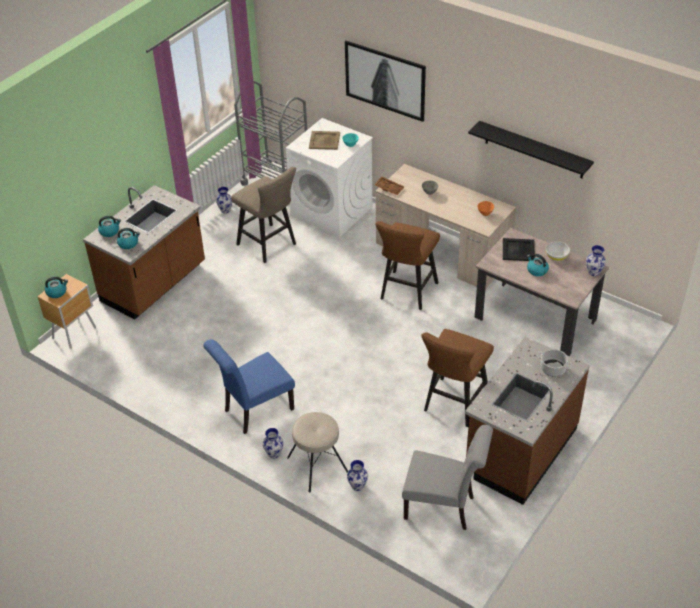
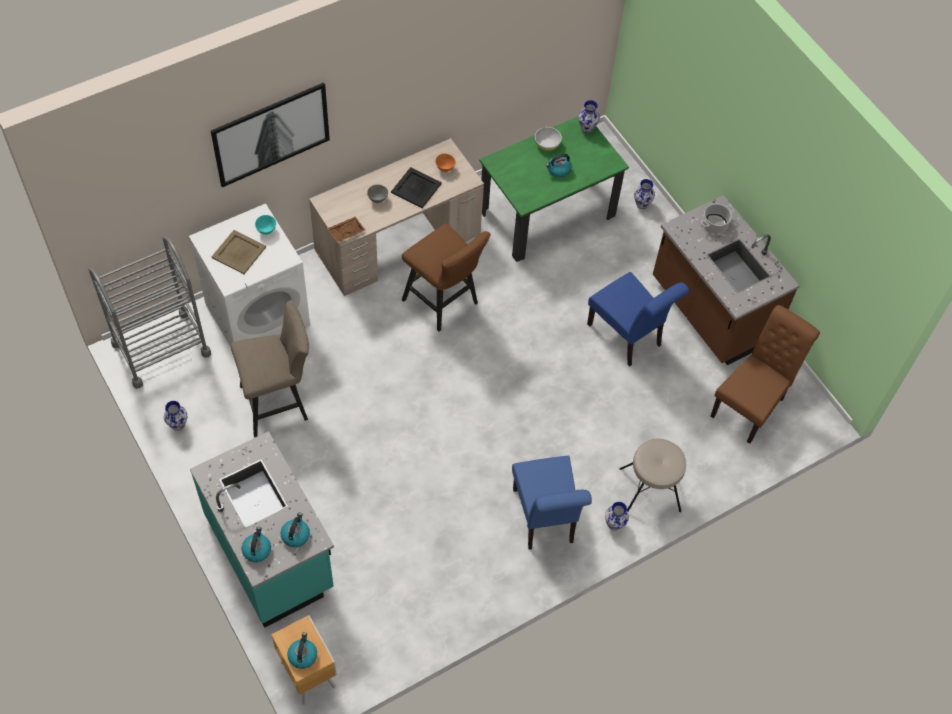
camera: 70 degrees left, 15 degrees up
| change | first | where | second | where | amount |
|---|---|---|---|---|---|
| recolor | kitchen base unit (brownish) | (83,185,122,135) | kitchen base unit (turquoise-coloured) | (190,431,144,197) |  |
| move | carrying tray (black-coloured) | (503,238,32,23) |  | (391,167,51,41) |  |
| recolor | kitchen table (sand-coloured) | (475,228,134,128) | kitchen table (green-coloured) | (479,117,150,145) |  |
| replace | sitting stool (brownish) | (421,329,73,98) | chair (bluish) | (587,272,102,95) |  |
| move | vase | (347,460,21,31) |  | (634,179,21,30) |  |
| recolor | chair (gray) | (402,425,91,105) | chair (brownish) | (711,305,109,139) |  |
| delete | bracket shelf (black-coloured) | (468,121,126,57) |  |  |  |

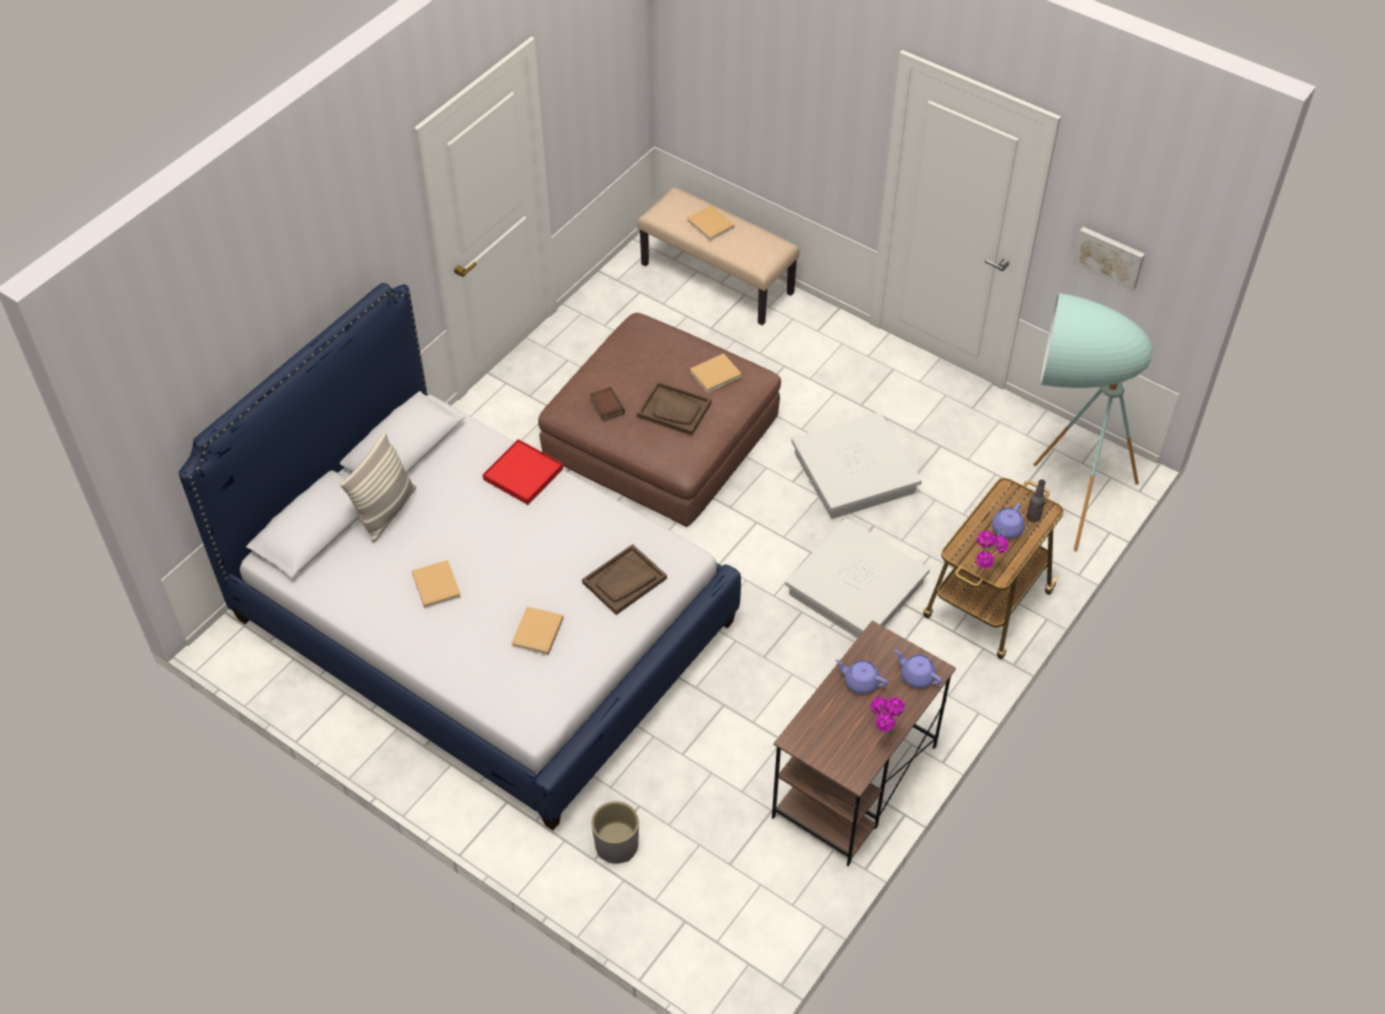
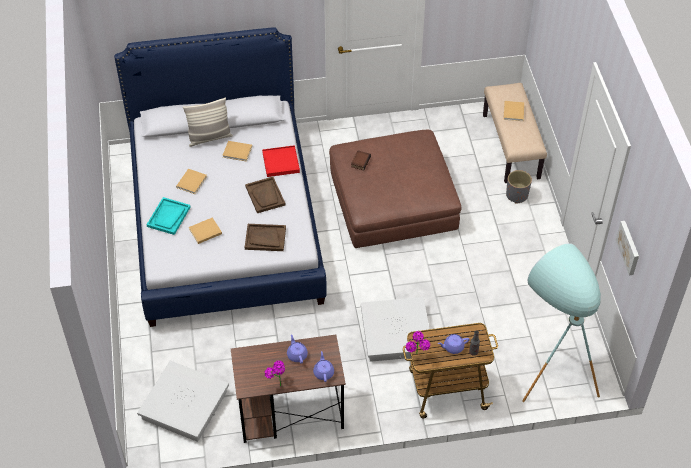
camera: 45 degrees right, 0 degrees up
| change | first | where | second | where | amount |
|---|---|---|---|---|---|
| move | storage container (white-coloured) | (791,412,131,107) |  | (137,361,92,81) |  |
| insert |  |  | carrying tray (turquoise-coloured) | (147,197,44,38) |  |
| move | volume (sand-coloured) | (690,353,52,40) |  | (222,141,30,21) |  |
| move | carrying tray (brownish) | (637,381,75,54) |  | (245,177,40,36) |  |
| move | planter (gray) | (592,801,47,63) |  | (506,170,26,33) |  |

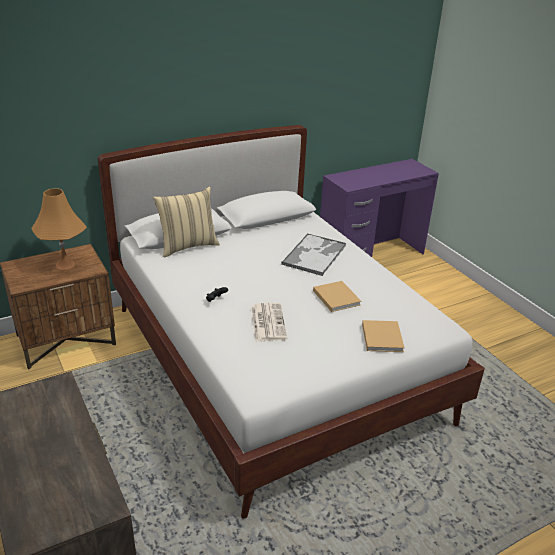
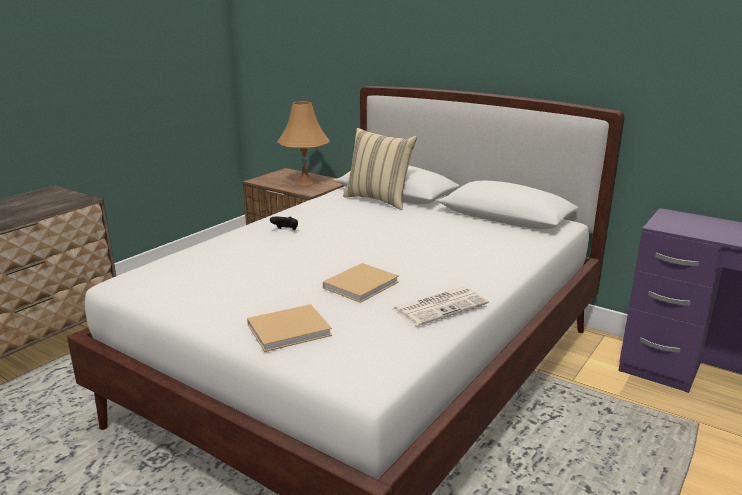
camera: 65 degrees right, 10 degrees down
| change | first | where | second | where | amount |
|---|---|---|---|---|---|
| move | daily paper | (251,303,36,38) |  | (393,287,96,39) |  |
| delete | carrying tray | (281,233,65,43) |  |  |  |

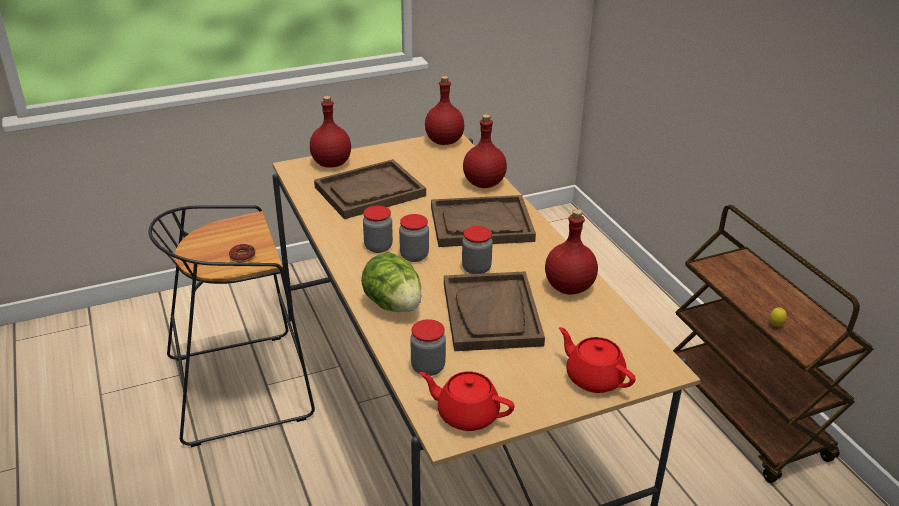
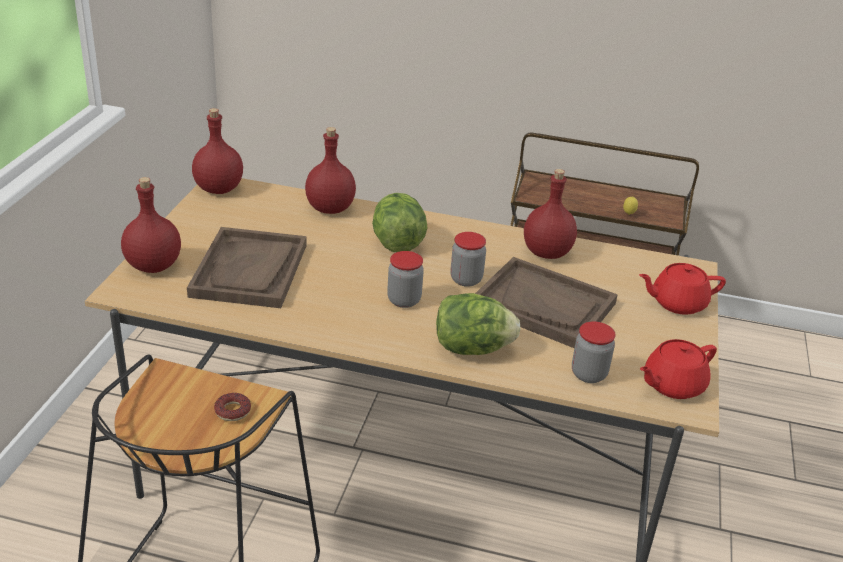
camera: 55 degrees left, 0 degrees up
| change | first | where | second | where | amount |
|---|---|---|---|---|---|
| replace | carrying tray (brownish) | (431,195,105,52) | lettuce | (372,193,56,59) |  |
| delete | jar | (363,206,30,47) |  |  |  |

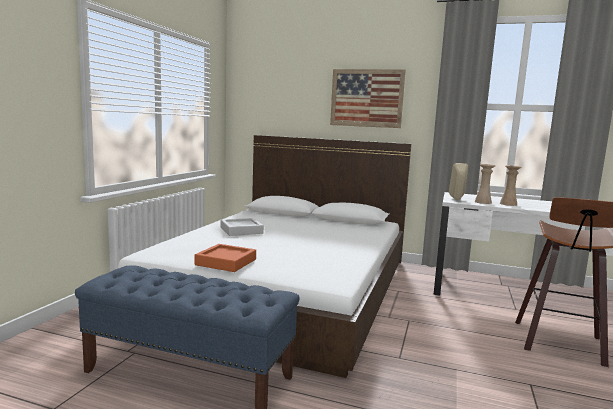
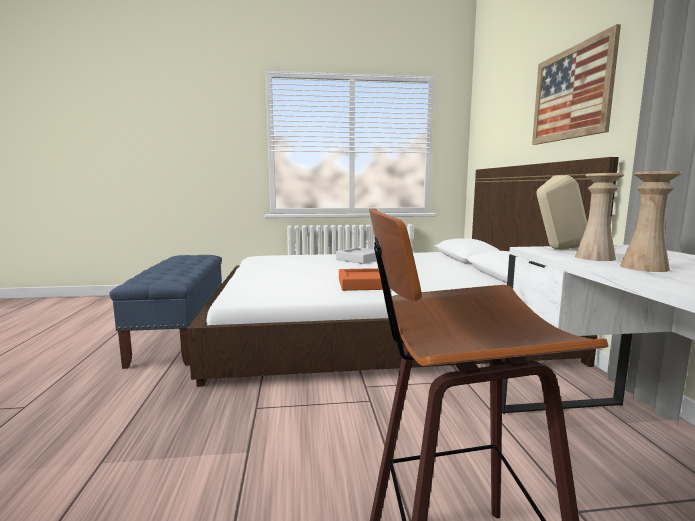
camera: 65 degrees right, 0 degrees up
| change | first | where | second | where | amount |
|---|---|---|---|---|---|
| move | carrying tray (orange) | (194,244,62,28) |  | (339,268,52,23) |  |

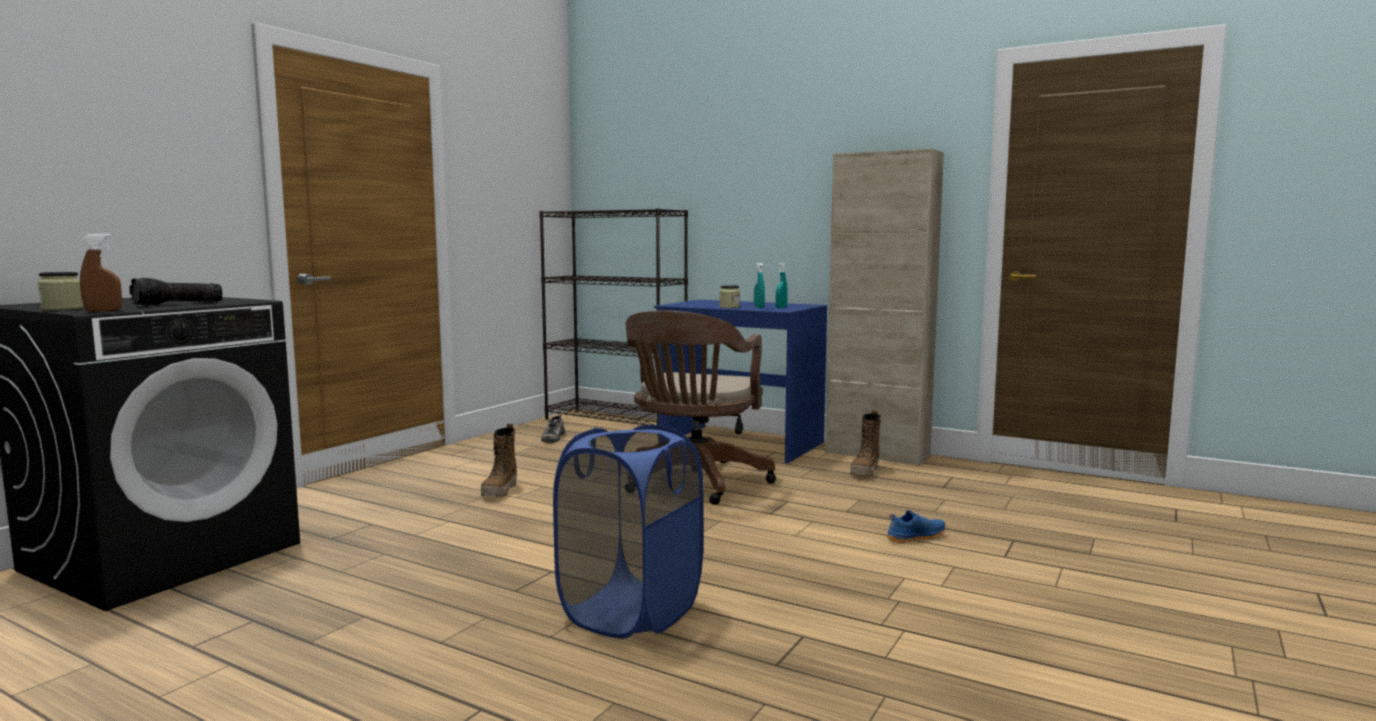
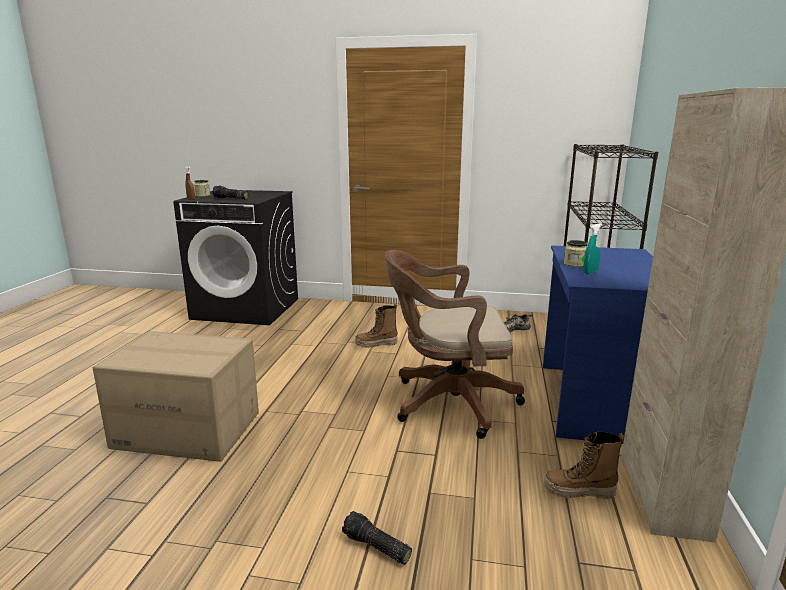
camera: 70 degrees right, 10 degrees up
| change | first | where | second | where | amount |
|---|---|---|---|---|---|
| replace | washing basket (bluish) | (553,425,150,214) | packing box | (93,331,166,131) |  |
| replace | shoe (bluish) | (887,510,58,33) | flashlight | (342,511,70,54) |  |
| delete | sprayer (turquoise-coloured) | (776,263,12,45) |  |  |  |

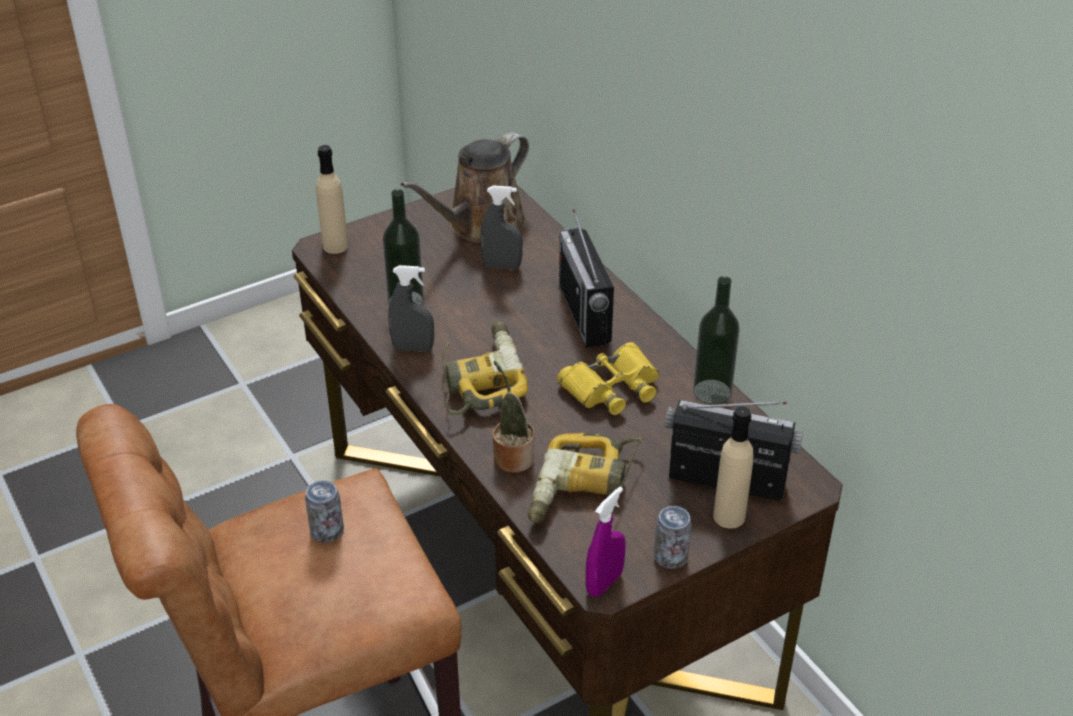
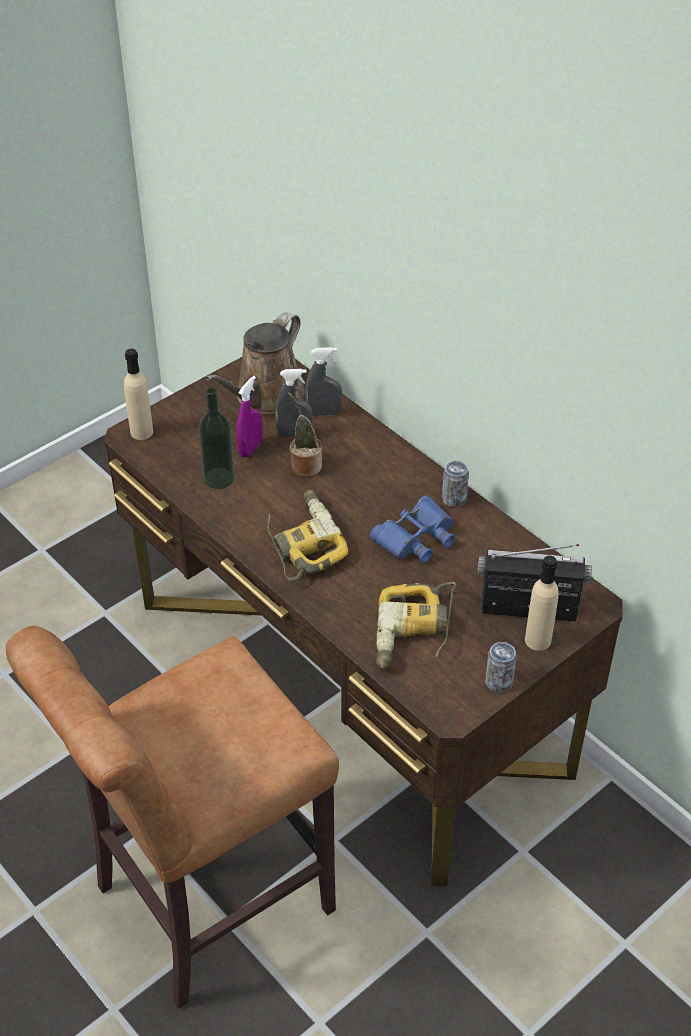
camera: 10 degrees left, 5 degrees up
| change | first | where | second | where | amount |
|---|---|---|---|---|---|
| move | sprayer (purple) | (586,486,39,111) |  | (236,376,27,81) |  |
| move | potted plant | (492,361,42,112) |  | (288,392,34,85) |  |
| move | sprayer (gray) | (388,265,46,87) |  | (305,347,37,69) |  |
| recolor | binoculars (yellow) | (557,342,102,73) | binoculars (bluish) | (370,496,85,67) |  |
| move | can | (305,480,39,63) |  | (442,461,27,46) |  |
| delete | radio set | (559,209,55,139) |  |  |  |
| delete | bottle | (693,276,47,128) |  |  |  |

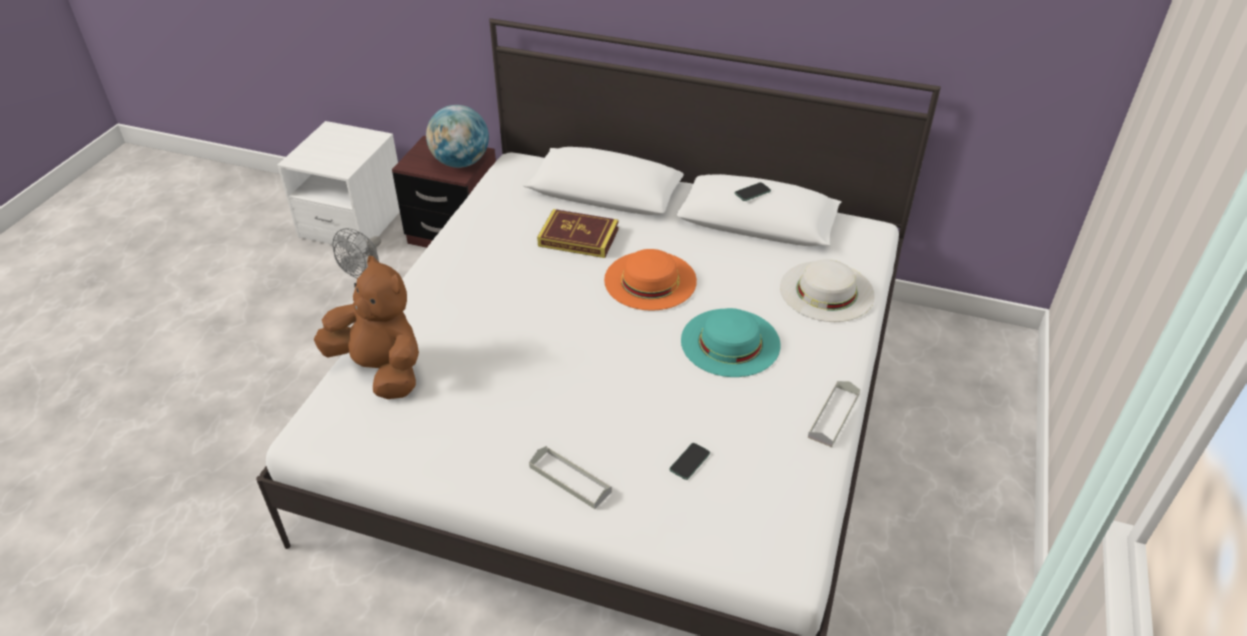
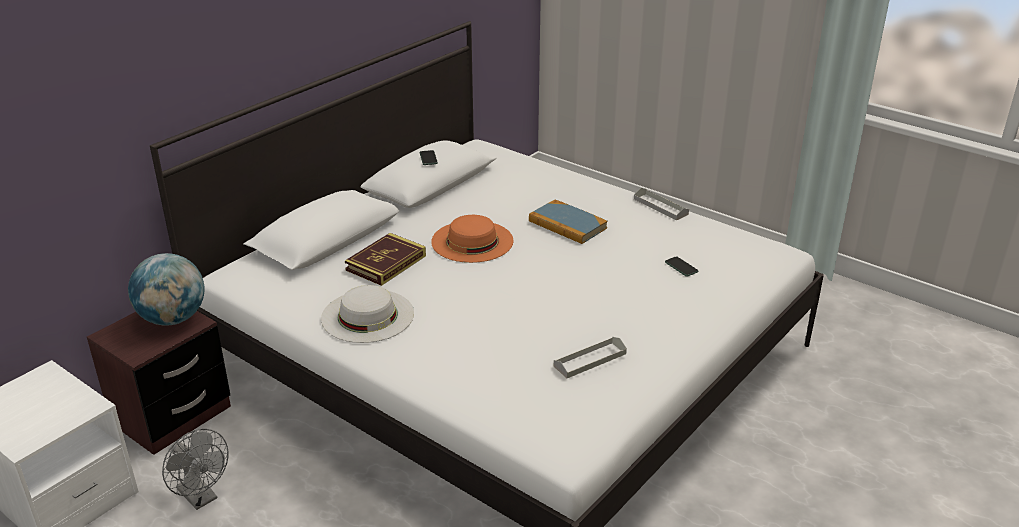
camera: 70 degrees left, 10 degrees down
| change | first | where | second | where | amount |
|---|---|---|---|---|---|
| move | wearable hat (white-coloured) | (780,259,95,63) |  | (321,285,93,58) |  |
| replace | wearable hat (turquoise-coloured) | (681,308,100,69) | volume | (529,199,79,45) |  |
| move | carrying tray (gray) | (529,446,83,63) |  | (554,337,73,41) |  |
| delete | soft toy (brownish) | (314,256,105,143) |  |  |  |

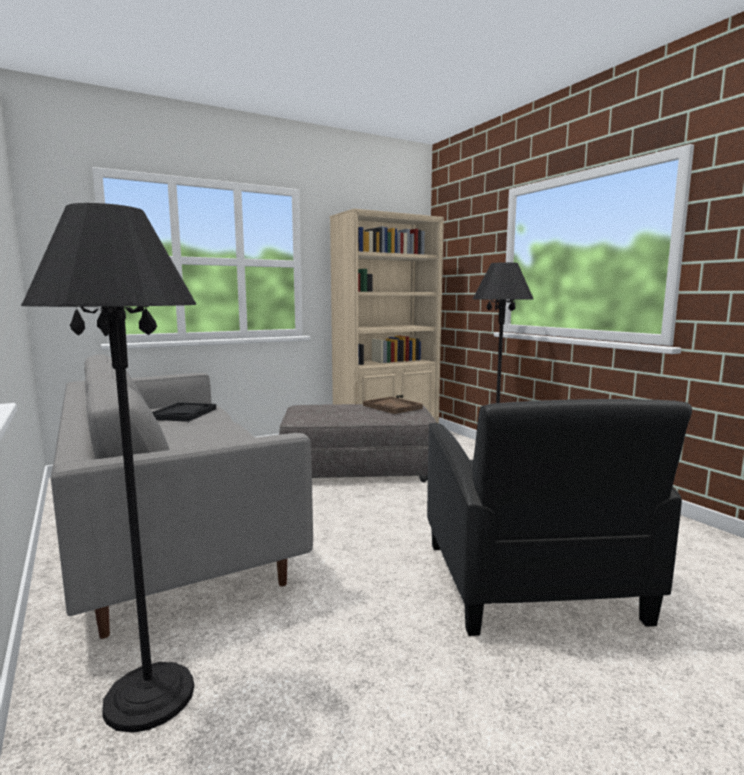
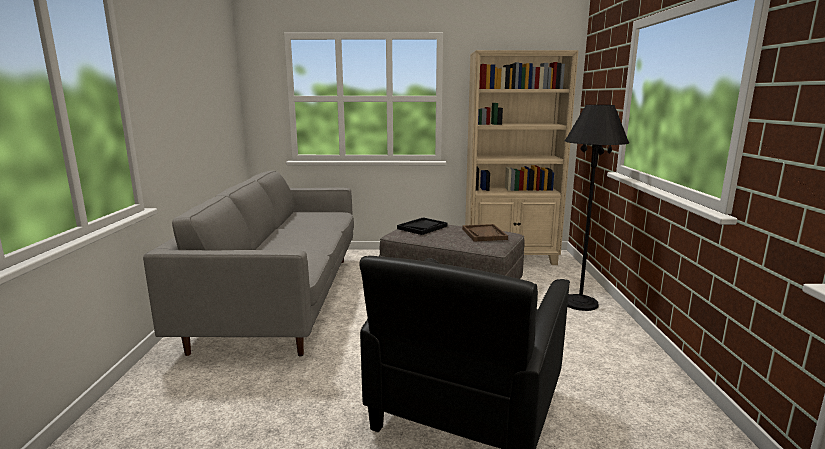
camera: 30 degrees right, 5 degrees up
| change | first | where | second | where | amount |
|---|---|---|---|---|---|
| move | carrying tray (black-coloured) | (152,402,64,20) |  | (397,217,51,18) |  |
| delete | standing lamp (black-coloured) | (21,203,175,530) |  |  |  |

